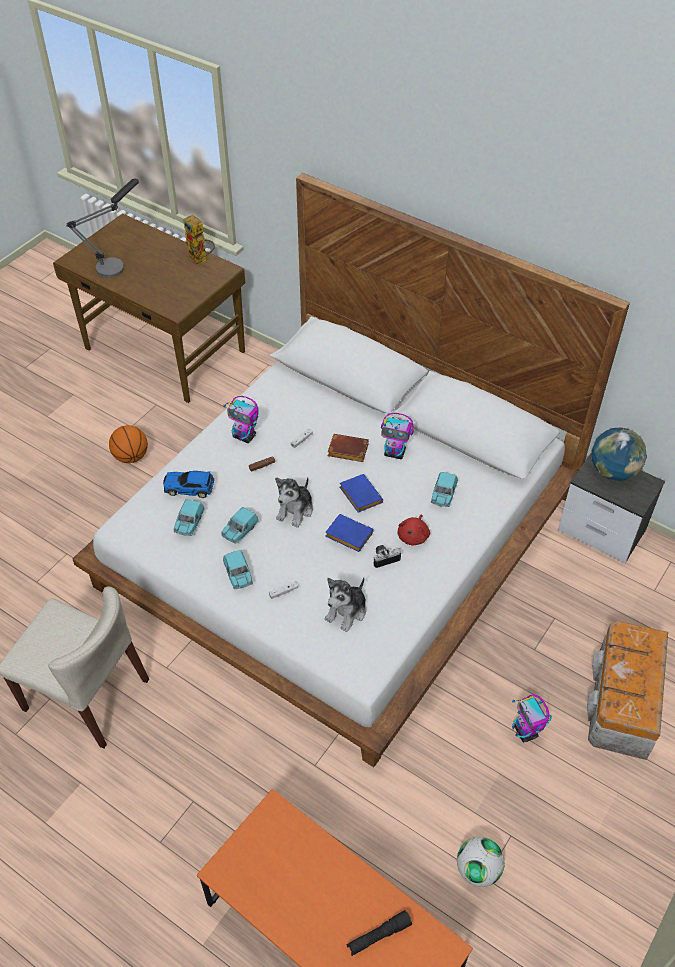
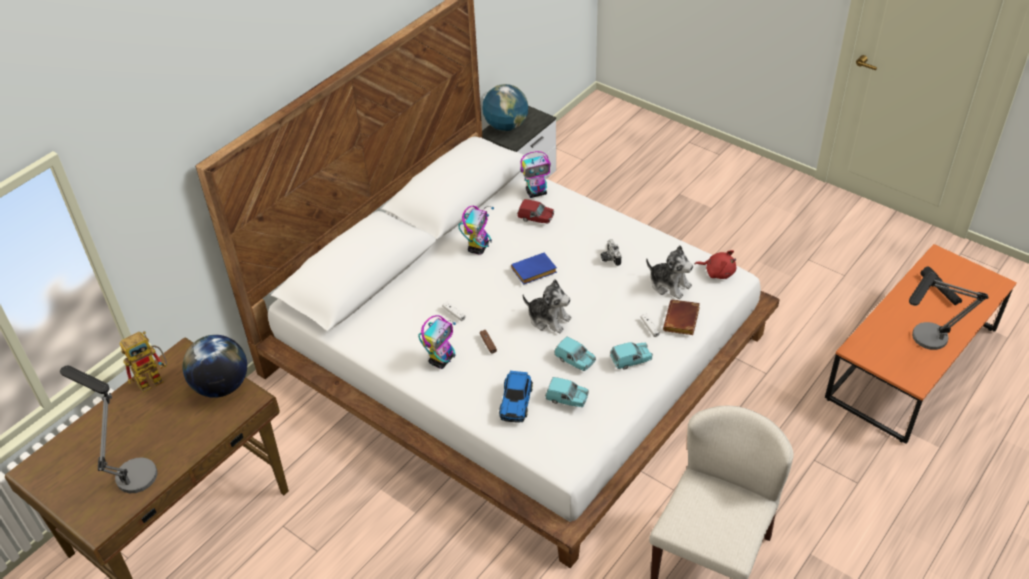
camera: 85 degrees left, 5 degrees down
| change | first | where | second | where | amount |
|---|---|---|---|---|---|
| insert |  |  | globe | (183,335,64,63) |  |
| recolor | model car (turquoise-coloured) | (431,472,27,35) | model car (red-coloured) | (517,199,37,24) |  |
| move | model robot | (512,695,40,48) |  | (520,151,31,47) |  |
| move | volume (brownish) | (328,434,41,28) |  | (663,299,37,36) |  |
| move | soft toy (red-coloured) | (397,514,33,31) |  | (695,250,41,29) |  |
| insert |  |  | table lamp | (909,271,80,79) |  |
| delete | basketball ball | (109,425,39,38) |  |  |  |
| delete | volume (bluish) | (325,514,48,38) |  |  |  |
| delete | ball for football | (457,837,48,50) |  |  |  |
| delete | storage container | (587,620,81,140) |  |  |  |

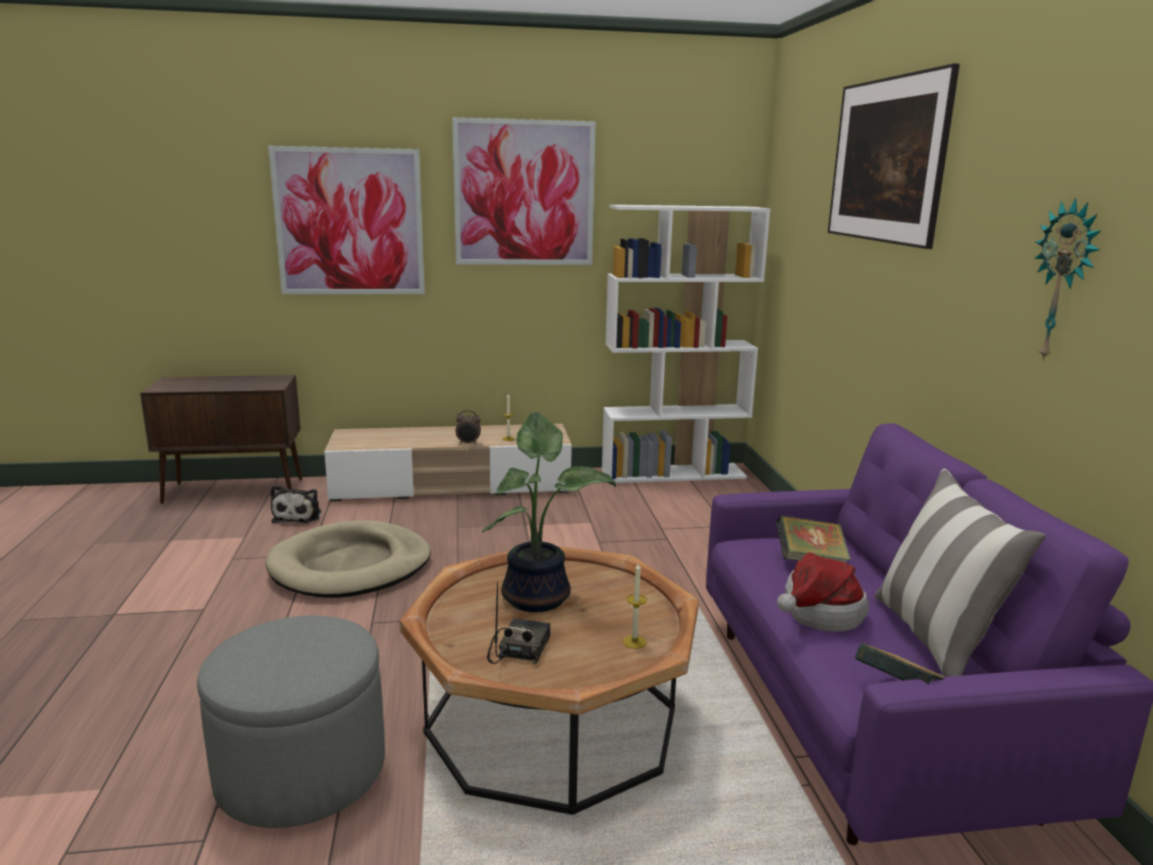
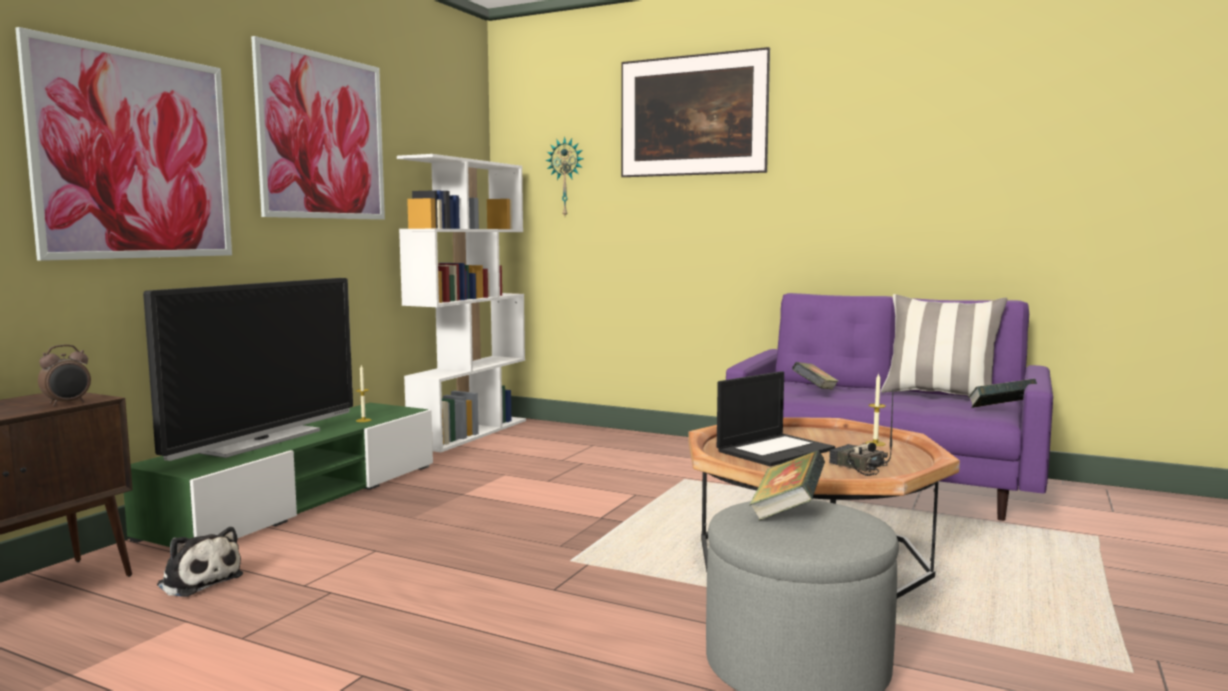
camera: 55 degrees left, 10 degrees down
| change | first | where | second | where | amount |
|---|---|---|---|---|---|
| move | bedside clock | (456,410,25,35) |  | (38,345,53,61) |  |
| recolor | tv unit (sand-coloured) | (324,424,248,77) | tv unit (green-coloured) | (124,403,309,144) |  |
| insert |  |  | TV set | (143,278,210,183) |  |
| move | hanging clock | (1034,198,68,164) |  | (546,137,38,79) |  |
| replace | potted plant | (482,412,134,200) | laptop | (717,371,118,96) |  |
| insert |  |  | volume | (749,451,76,69) |  |
| delete | dog cushion (sand-coloured) | (265,520,166,78) |  |  |  |
| delete | wearable hat | (777,552,92,80) |  |  |  |

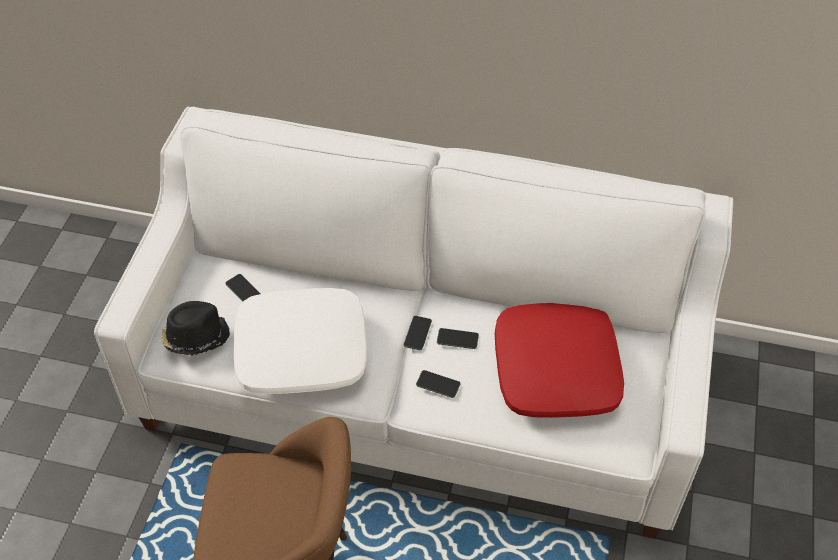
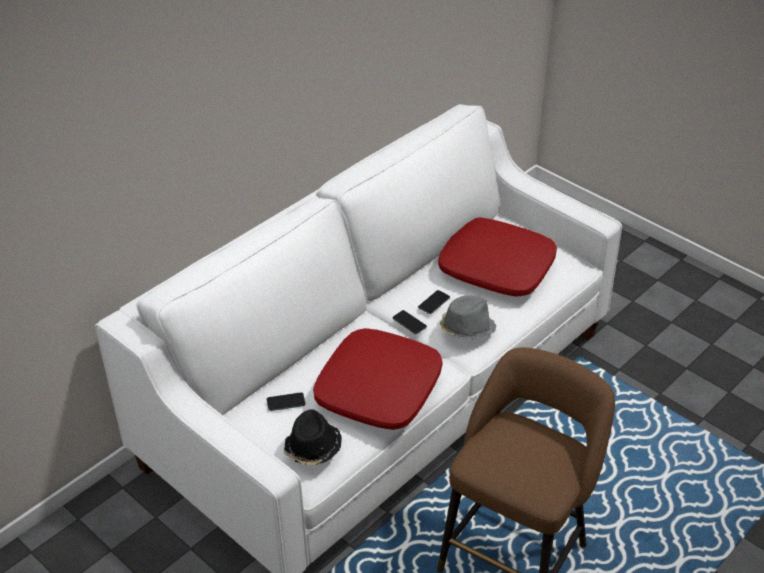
camera: 60 degrees left, 10 degrees down
| change | first | where | second | where | amount |
|---|---|---|---|---|---|
| recolor | throw pillow (white-coloured) | (234,288,133,106) | throw pillow (red-coloured) | (313,328,130,102) |  |
| replace | handset | (416,370,45,28) | wearable hat (gray) | (440,296,56,44) |  |

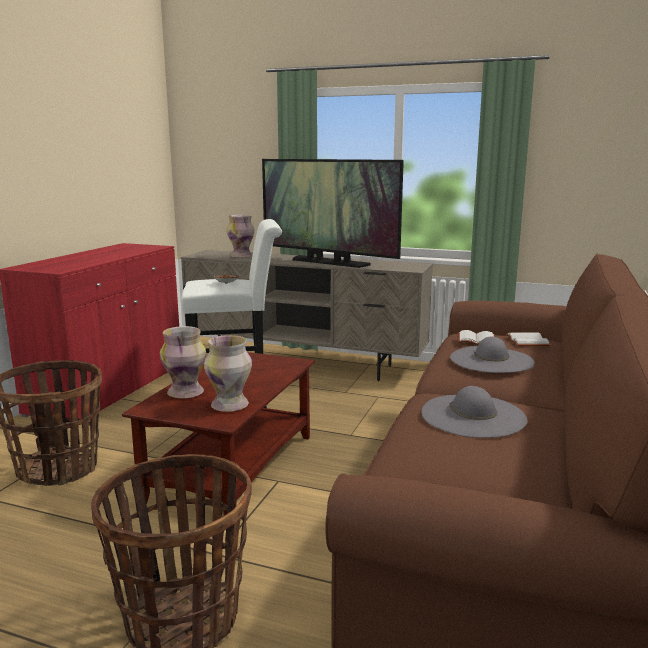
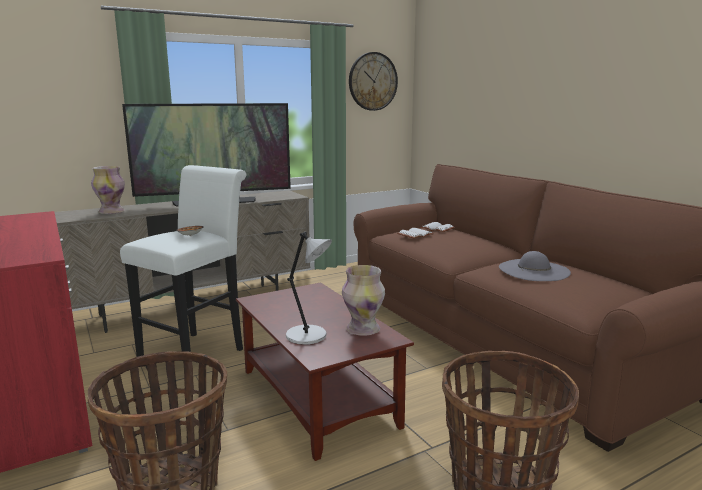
camera: 50 degrees left, 0 degrees up
| change | first | where | second | where | amount |
|---|---|---|---|---|---|
| replace | vase | (160,326,46,72) | table lamp (gray) | (286,232,46,113) |  |
| insert |  |  | hanging clock | (349,52,49,59) |  |
| delete | wearable hat (gray) | (450,336,85,37) |  |  |  |

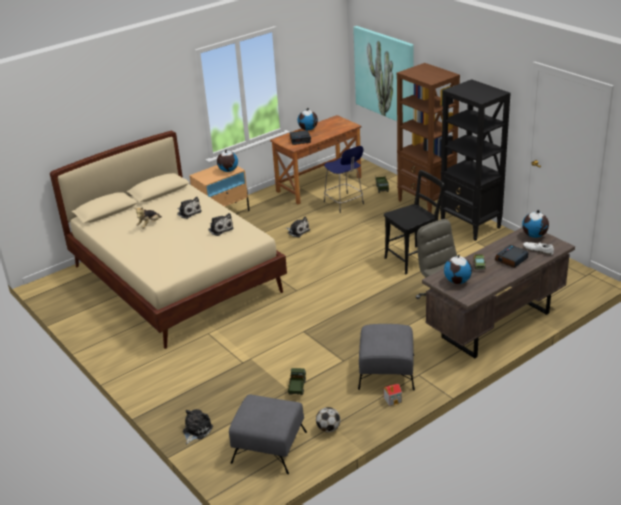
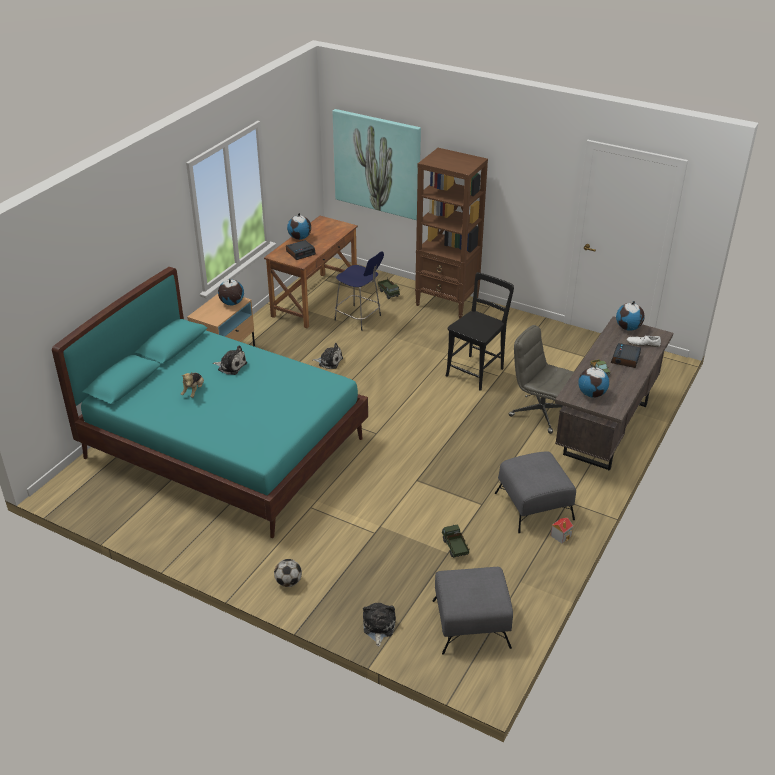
camera: 25 degrees left, 5 degrees up
| change | first | where | second | where | amount |
|---|---|---|---|---|---|
| recolor | bedroom bed (sand-coloured) | (50,131,237,218) | bedroom bed (turquoise-coloured) | (52,267,316,271) |  |
| move | ball for football | (316,407,24,25) |  | (274,559,28,28) |  |
| delete | soft toy | (208,213,26,23) |  |  |  |
| delete | shelving unit (black-coloured) | (440,79,71,162) |  |  |  |

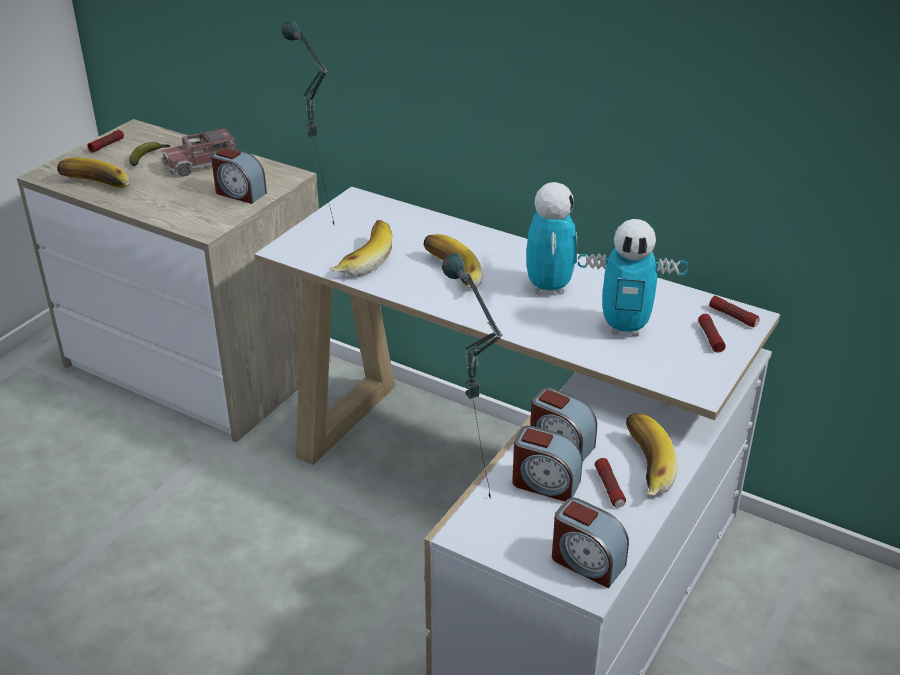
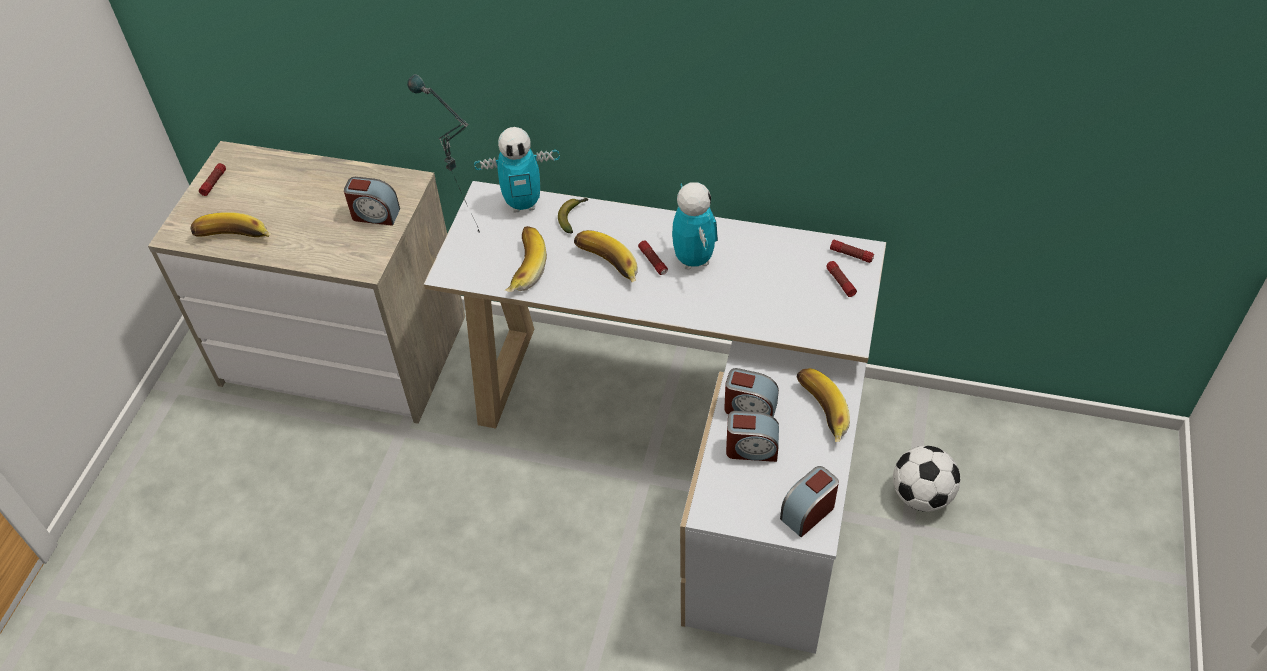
camera: 15 degrees left, 15 degrees up
| change | first | where | second | where | amount |
|---|---|---|---|---|---|
| move | model robot | (578,219,110,117) |  | (474,127,86,86) |  |
| move | banana fruit | (129,142,42,24) |  | (558,198,30,36) |  |
| move | flashlight | (595,458,31,49) |  | (638,240,30,35) |  |
| rotate | bedside clock | (552,498,77,90) |  | (780,466,59,71) | 120 degrees clockwise |
| insert |  |  | ball for football | (893,446,67,66) |  |
| delete | toy truck | (162,126,75,51) |  |  |  |
| delete | table lamp | (442,253,61,244) |  |  |  |

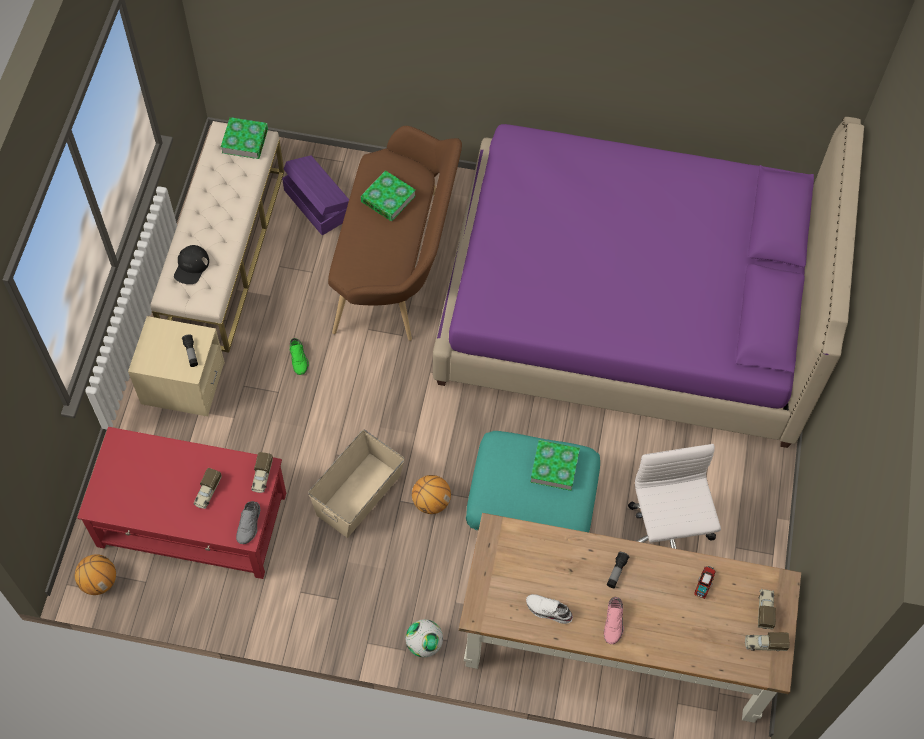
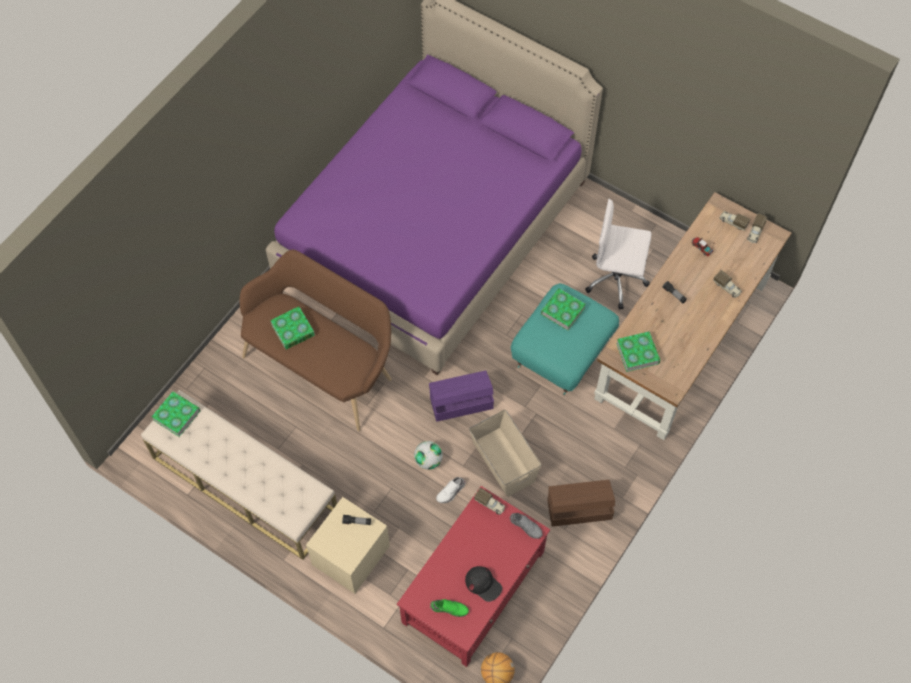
camera: 65 degrees left, 0 degrees up
| change | first | where | second | where | amount |
|---|---|---|---|---|---|
| move | ball for football | (406,619,37,38) |  | (414,441,29,29) |  |
| move | storage container (purple) | (282,155,67,80) |  | (429,371,65,51) |  |
| move | shoe (green-coloured) | (290,338,19,37) |  | (430,599,39,18) |  |
| move | shoe (white-coloured) | (526,594,47,30) |  | (436,477,30,26) |  |
| move | peaked cap (black-coloured) | (174,245,35,39) |  | (465,566,37,36) |  |
| insert |  |  | storage container (brownish) | (547,480,68,47) |  |
| insert |  |  | volume | (616,331,44,41) |  |
| move | toy truck | (194,468,28,41) |  | (713,270,29,28) |  |
| delete | basketball ball | (412,475,39,39) |  |  |  |
| delete | shoe (pinkish) | (604,597,20,47) |  |  |  |

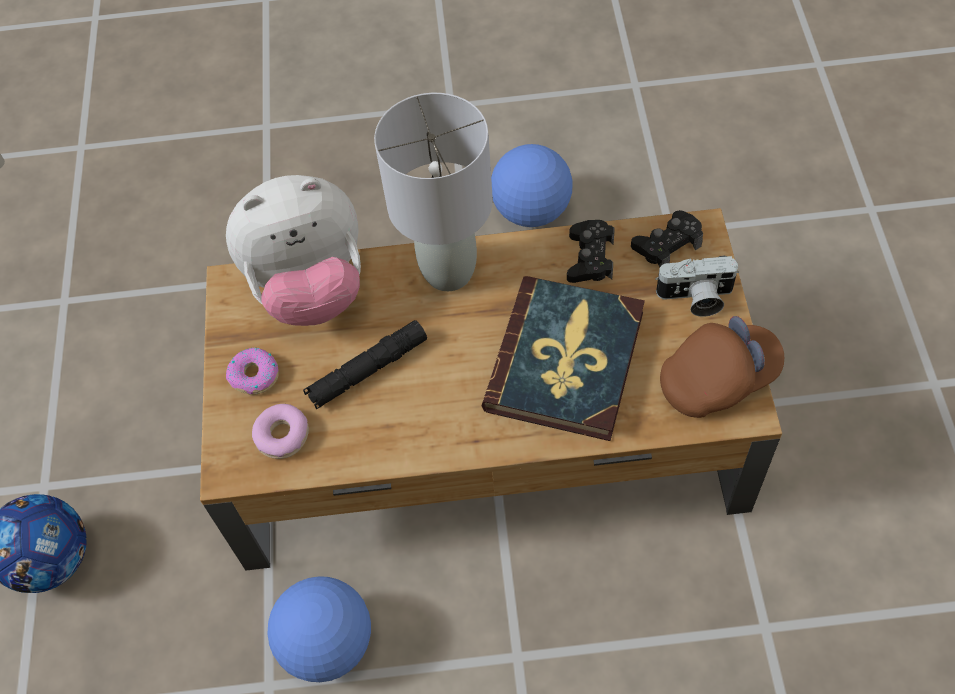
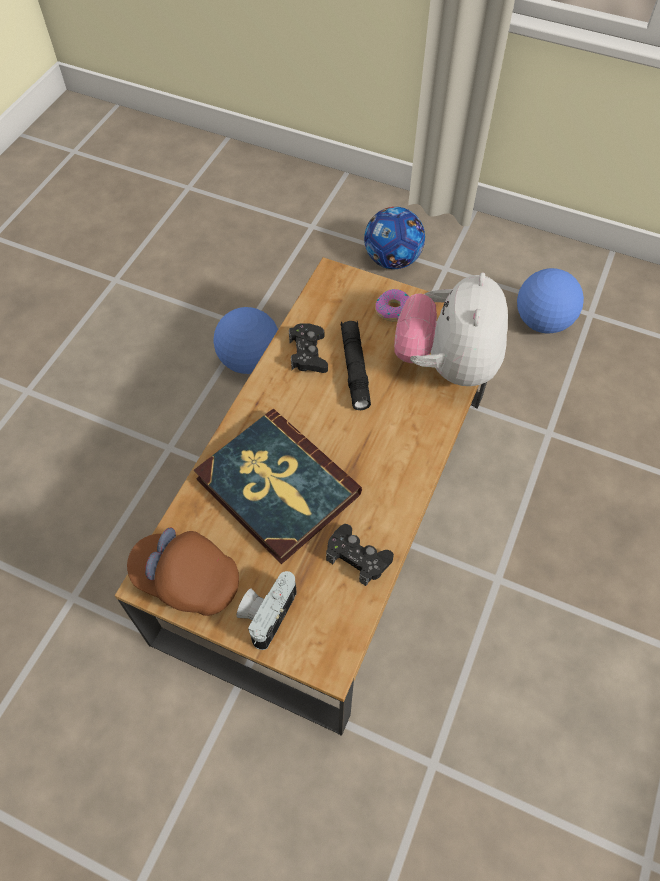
camera: 115 degrees right, 0 degrees up
| change | first | where | second | where | amount |
|---|---|---|---|---|---|
| rotate | peaked cap (brownish) | (660,316,124,102) |  | (127,528,112,88) | 105 degrees clockwise |
| move | joypad (black-coloured) | (631,210,72,57) |  | (289,323,39,50) |  |
| move | ball for football | (491,144,81,83) |  | (517,268,67,66) |  |
| delete | ring doughnut | (252,404,57,55) |  |  |  |
| delete | table lamp (gray) | (374,93,119,198) |  |  |  |

